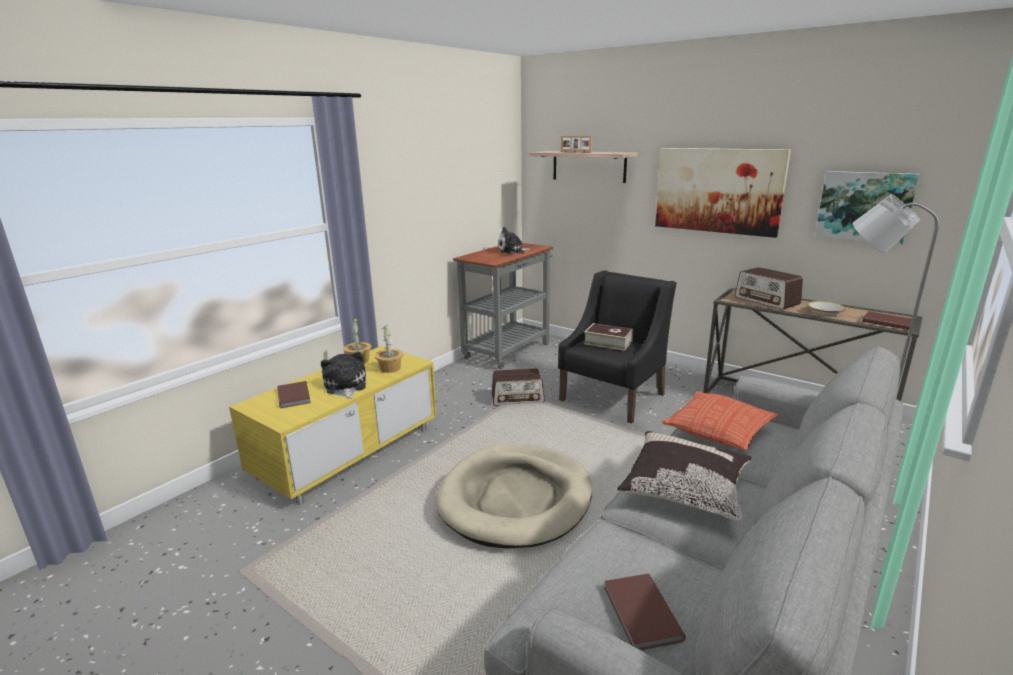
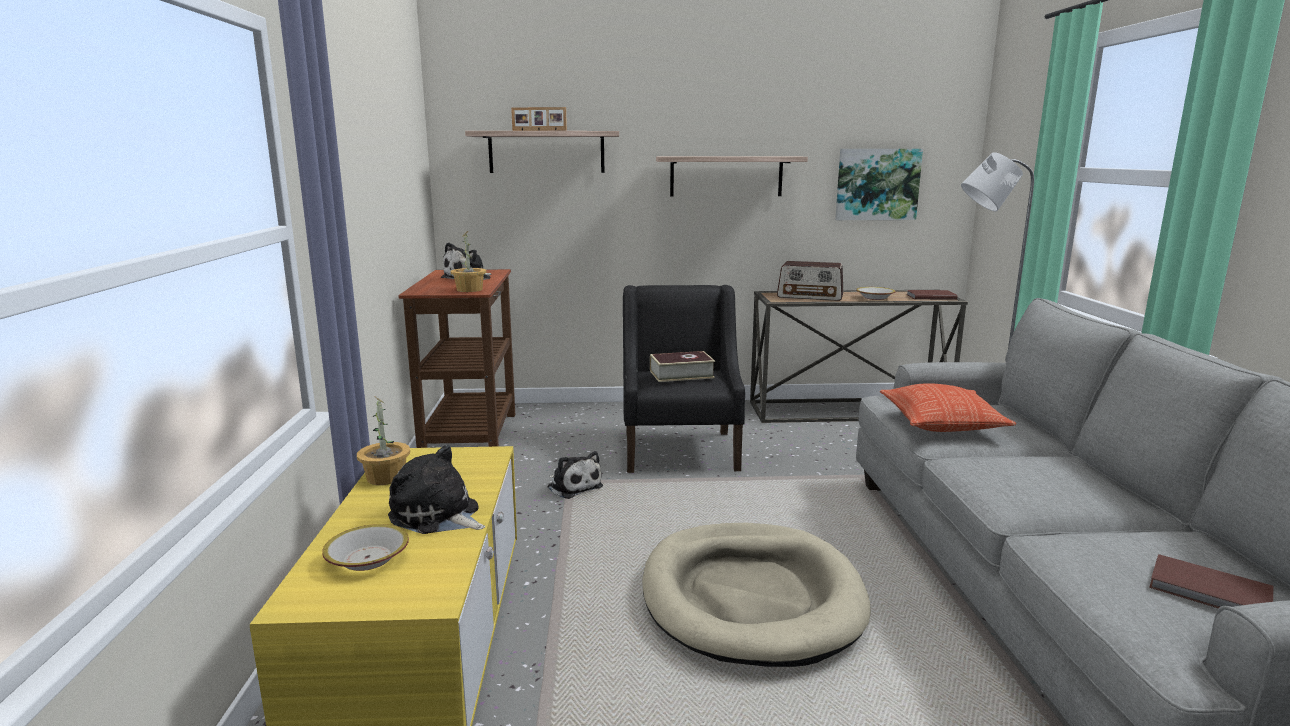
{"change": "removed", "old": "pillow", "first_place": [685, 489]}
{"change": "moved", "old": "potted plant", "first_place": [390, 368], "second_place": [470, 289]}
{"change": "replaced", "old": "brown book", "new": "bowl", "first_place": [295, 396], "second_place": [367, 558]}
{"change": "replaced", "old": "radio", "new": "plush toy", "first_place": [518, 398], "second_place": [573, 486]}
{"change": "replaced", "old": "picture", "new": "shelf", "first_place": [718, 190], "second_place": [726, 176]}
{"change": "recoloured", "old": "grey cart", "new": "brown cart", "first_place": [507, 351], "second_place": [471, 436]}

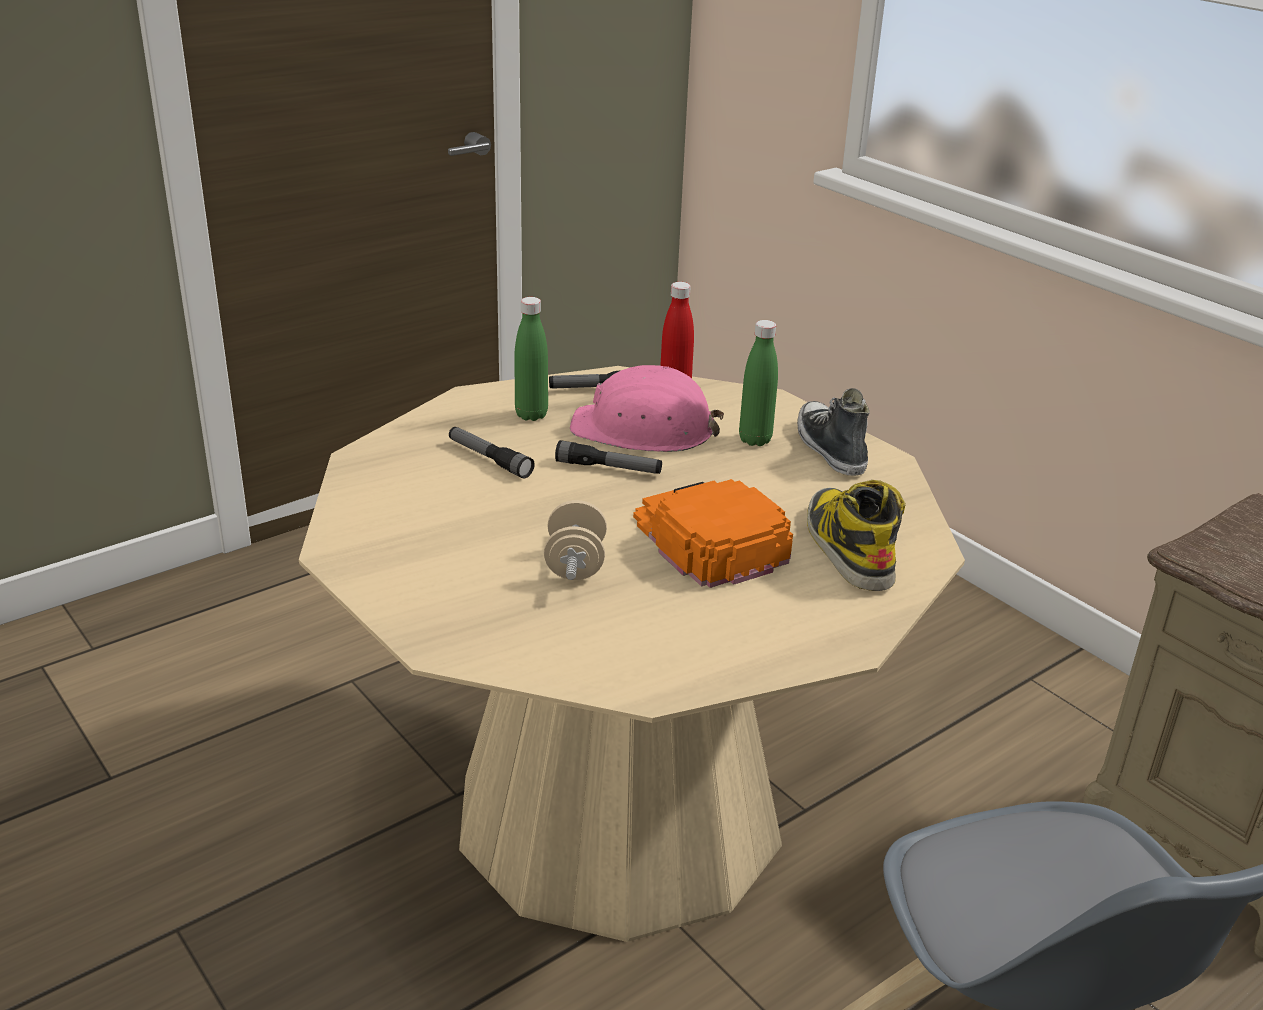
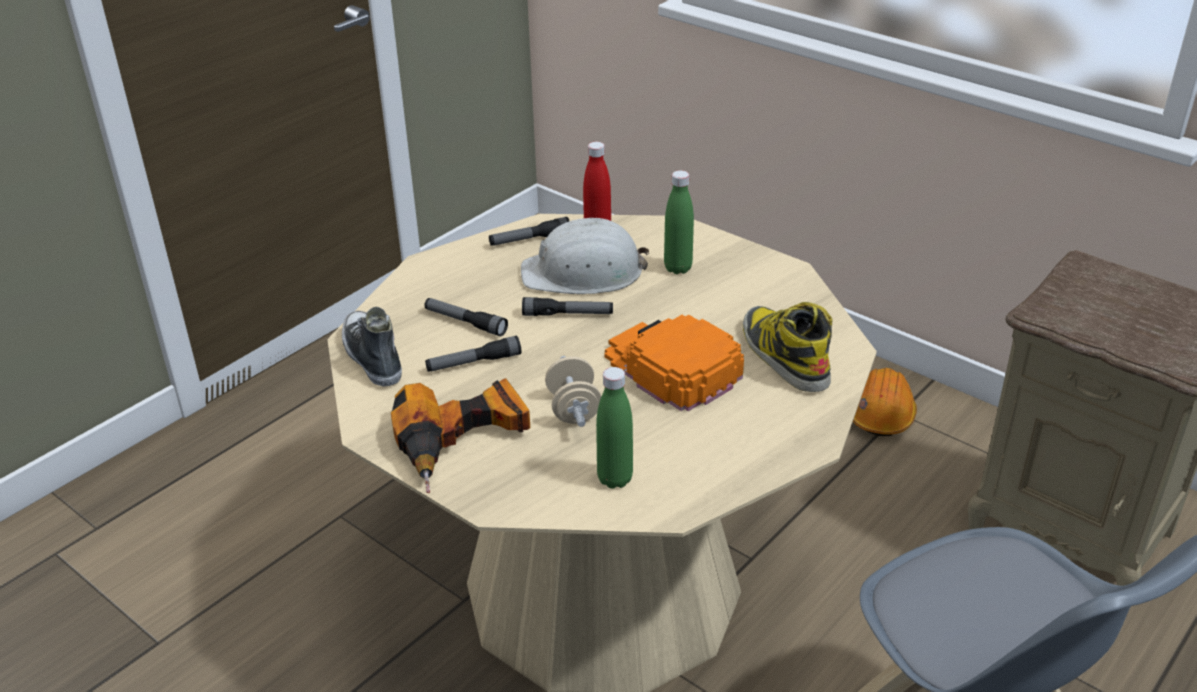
{"change": "added", "new": "power drill", "second_place": [464, 443]}
{"change": "added", "new": "flashlight", "second_place": [473, 363]}
{"change": "added", "new": "orange hard hat", "second_place": [881, 414]}
{"change": "moved", "old": "green bottle", "first_place": [531, 415], "second_place": [615, 479]}
{"change": "moved", "old": "shoe", "first_place": [829, 448], "second_place": [372, 357]}
{"change": "recoloured", "old": "pink hard hat", "new": "white hard hat", "first_place": [644, 429], "second_place": [584, 273]}

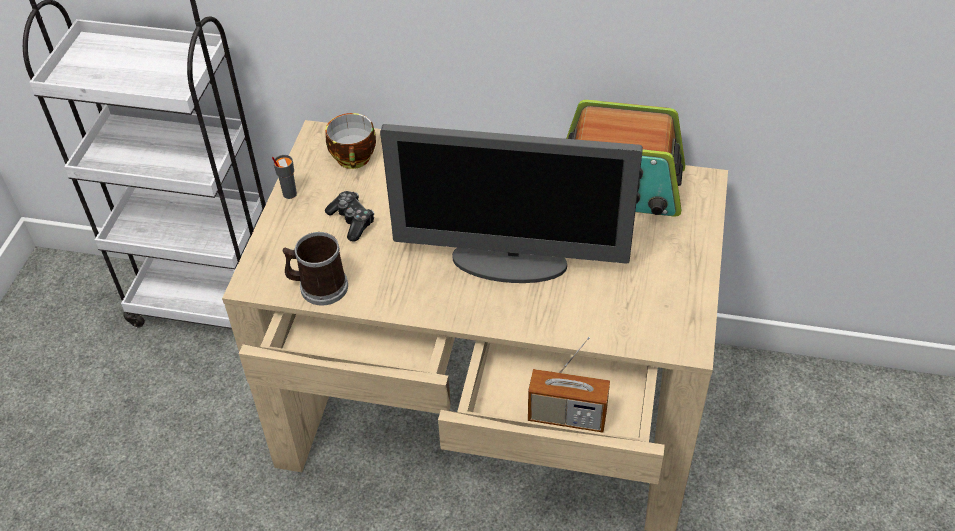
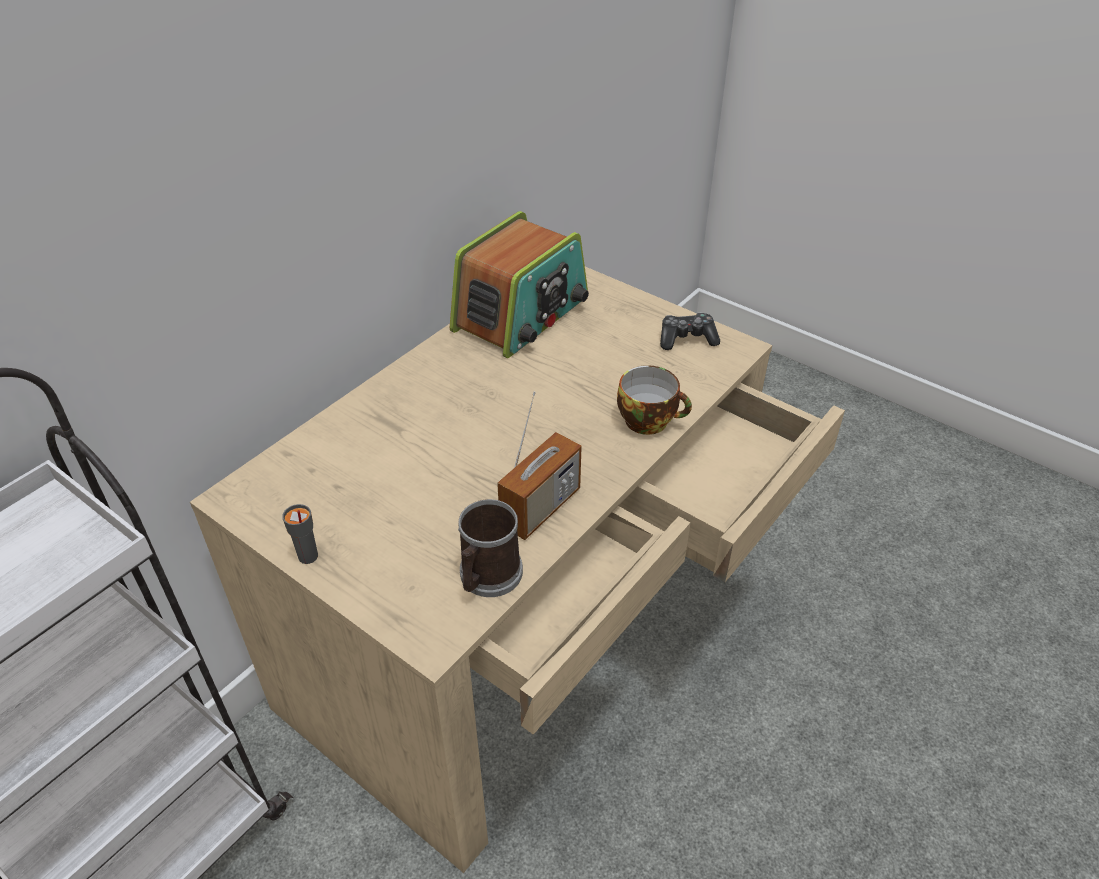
{"change": "removed", "old": "monitor", "first_place": [510, 262]}
{"change": "moved", "old": "cup", "first_place": [355, 159], "second_place": [649, 420]}
{"change": "moved", "old": "game controller", "first_place": [352, 221], "second_place": [687, 339]}
{"change": "moved", "old": "radio", "first_place": [567, 417], "second_place": [540, 508]}

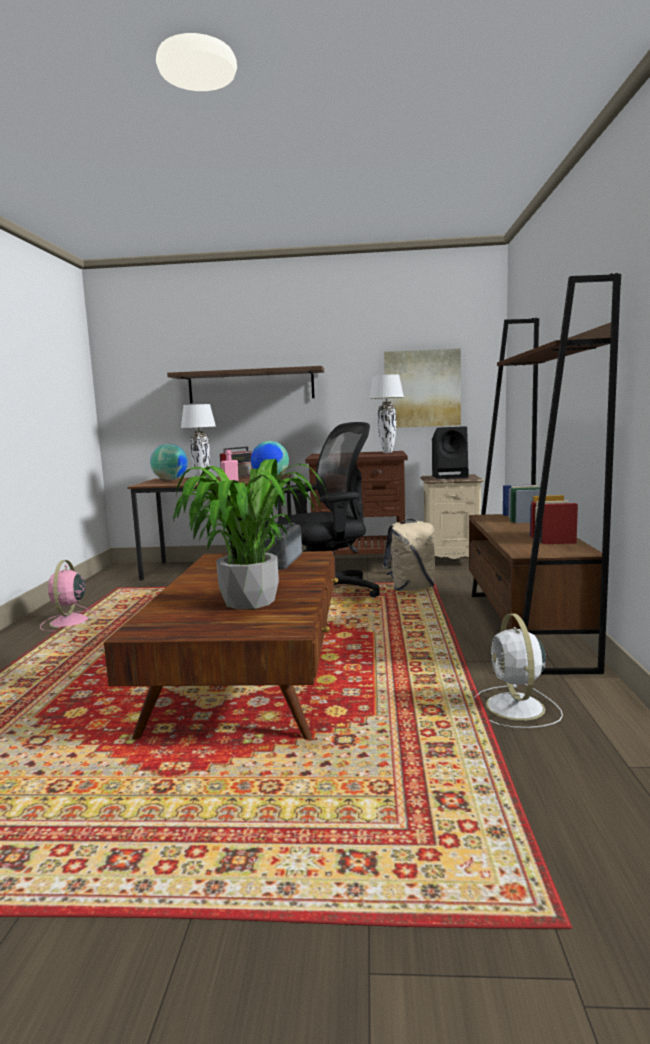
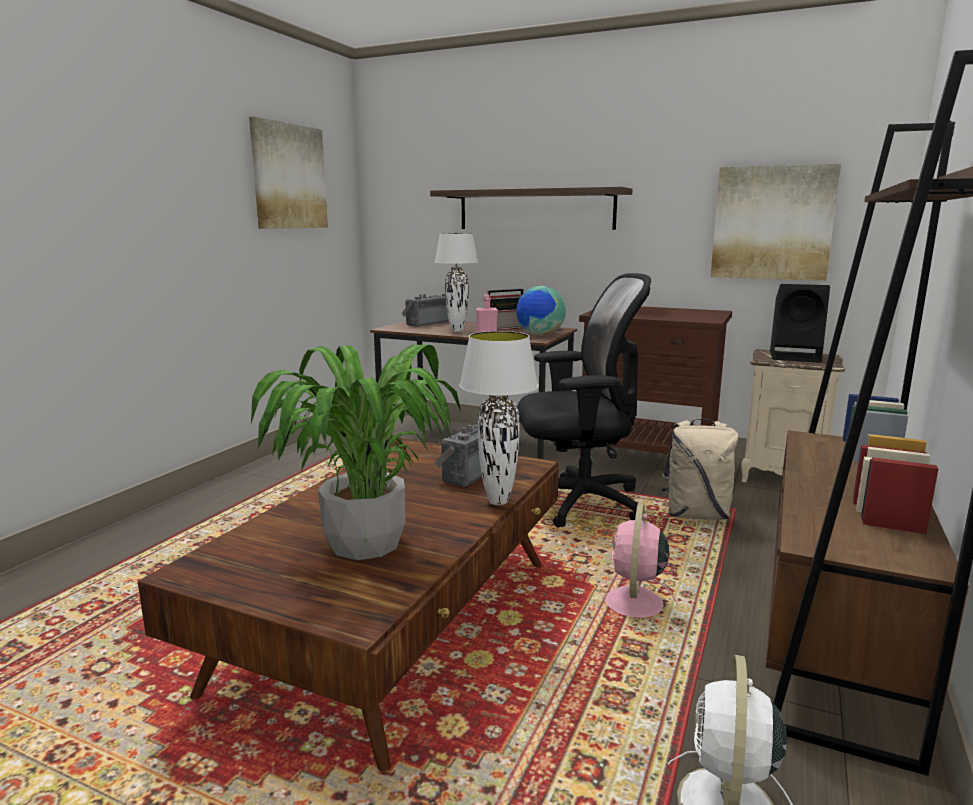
{"change": "added", "new": "picture", "second_place": [289, 176]}
{"change": "moved", "old": "pink fan", "first_place": [69, 622], "second_place": [633, 604]}
{"change": "moved", "old": "white table lamp", "first_place": [387, 452], "second_place": [497, 501]}
{"change": "replaced", "old": "globe", "new": "radio", "first_place": [170, 480], "second_place": [428, 323]}

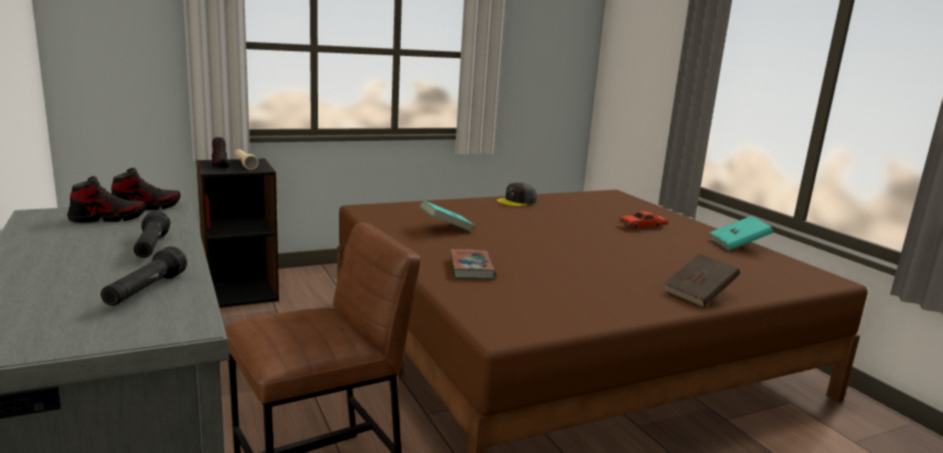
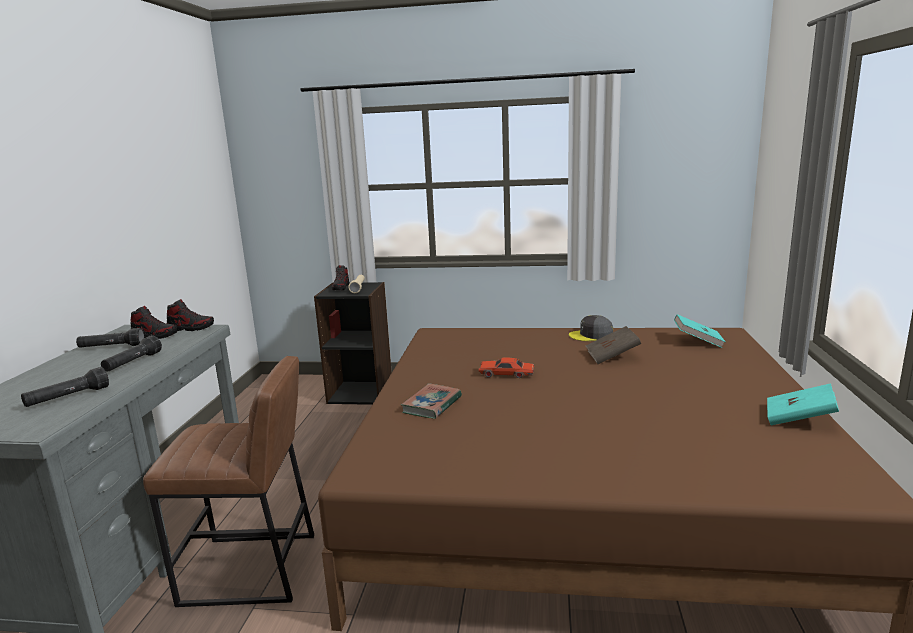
{"change": "added", "new": "black flashlight", "second_place": [112, 347]}
{"change": "moved", "old": "turquoise book", "first_place": [446, 228], "second_place": [697, 342]}
{"change": "moved", "old": "red toy car", "first_place": [642, 226], "second_place": [506, 374]}
{"change": "moved", "old": "brown book", "first_place": [699, 294], "second_place": [612, 357]}

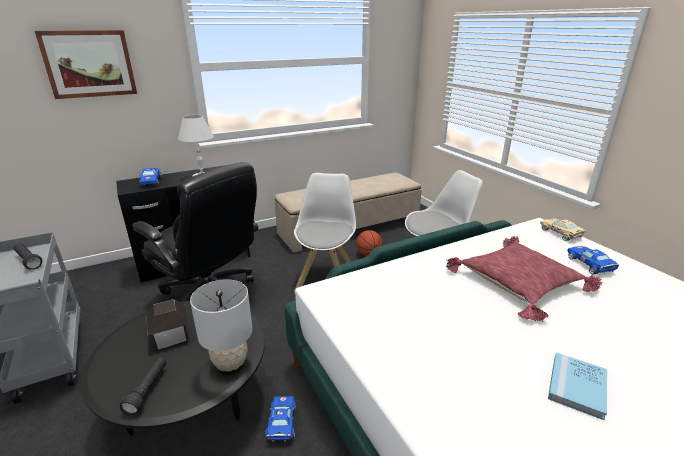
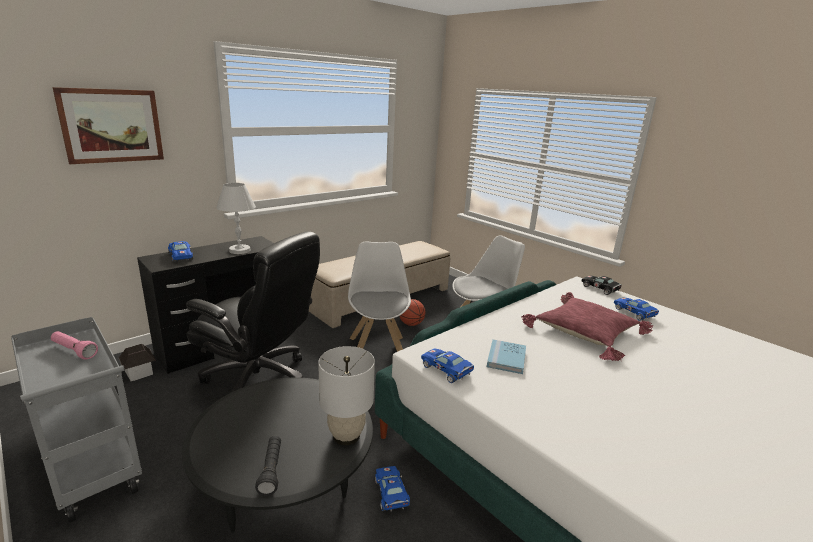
{"change": "added", "new": "blue toy car", "second_place": [447, 371]}
{"change": "moved", "old": "toy house", "first_place": [171, 336], "second_place": [139, 372]}
{"change": "moved", "old": "blue book", "first_place": [577, 386], "second_place": [506, 358]}
{"change": "recoloured", "old": "black flashlight", "new": "pink flashlight", "first_place": [28, 261], "second_place": [74, 351]}
{"change": "recoloured", "old": "beige toy car", "new": "black toy car", "first_place": [561, 234], "second_place": [601, 289]}

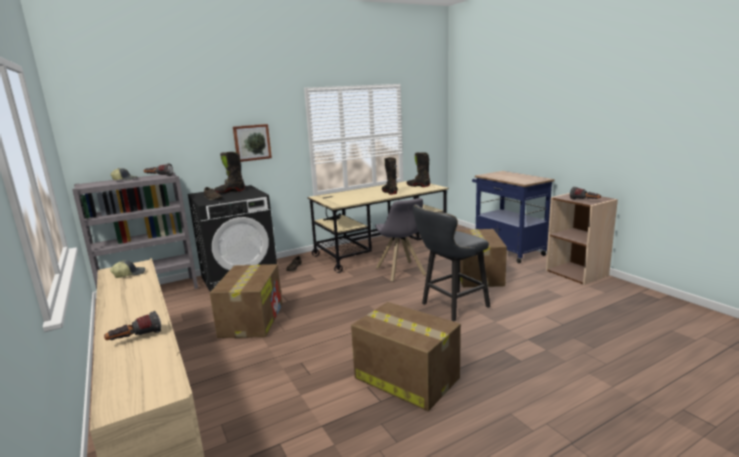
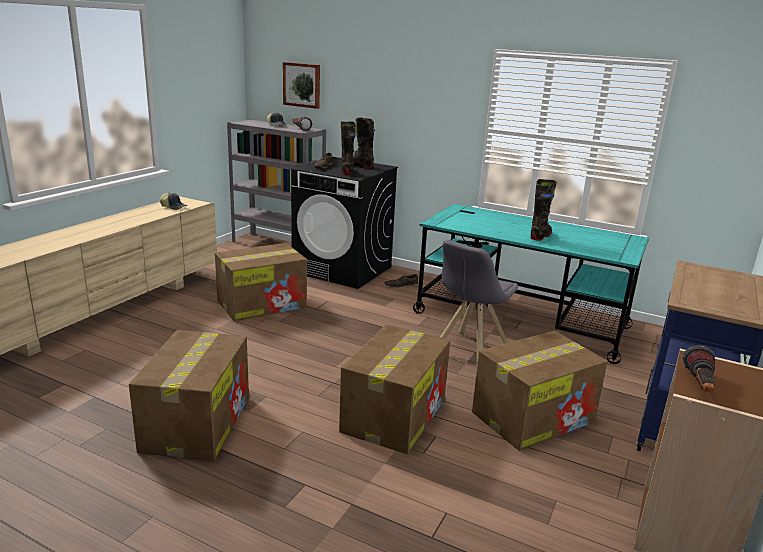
{"change": "removed", "old": "flashlight", "first_place": [135, 339]}
{"change": "moved", "old": "picture", "first_place": [252, 142], "second_place": [302, 85]}
{"change": "moved", "old": "black boot", "first_place": [418, 186], "second_place": [347, 171]}
{"change": "replaced", "old": "grey stool", "new": "cardboard box", "first_place": [449, 307], "second_place": [394, 414]}
{"change": "recoloured", "old": "beige desk", "new": "turquoise desk", "first_place": [381, 250], "second_place": [520, 320]}

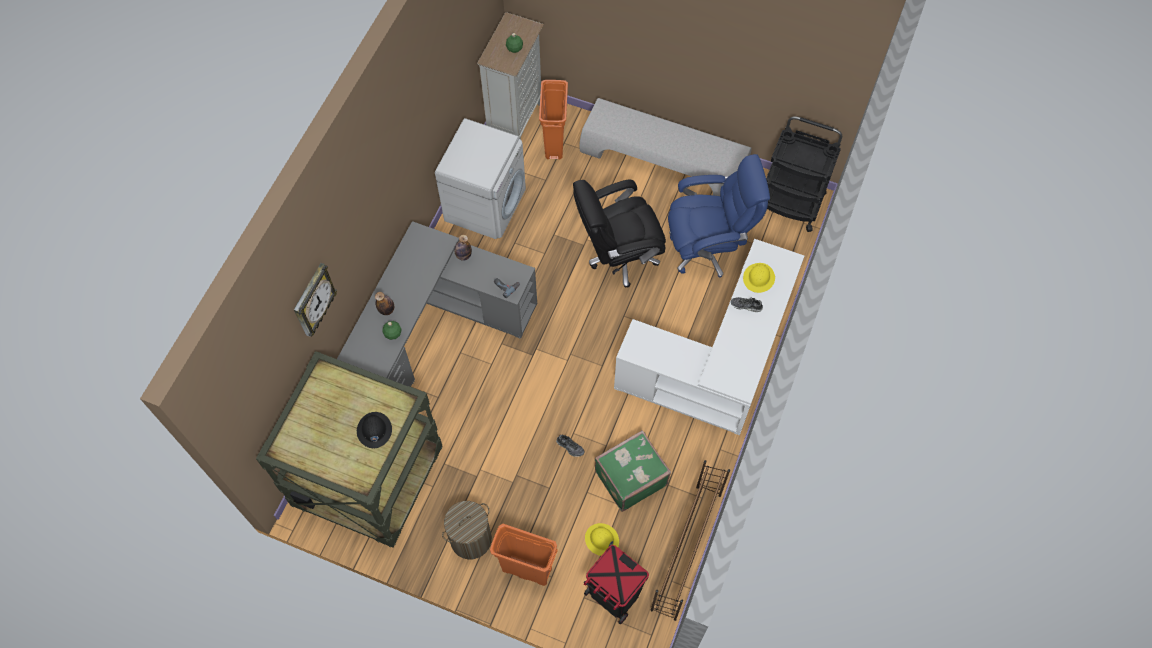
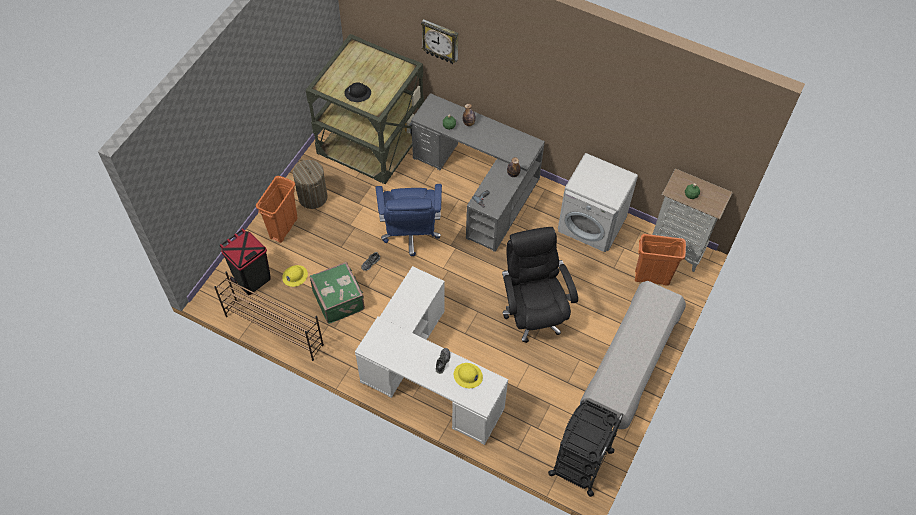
{"change": "moved", "old": "blue office chair", "first_place": [707, 249], "second_place": [411, 236]}

